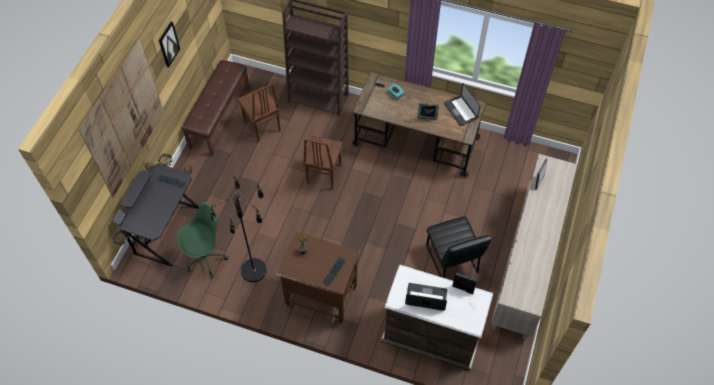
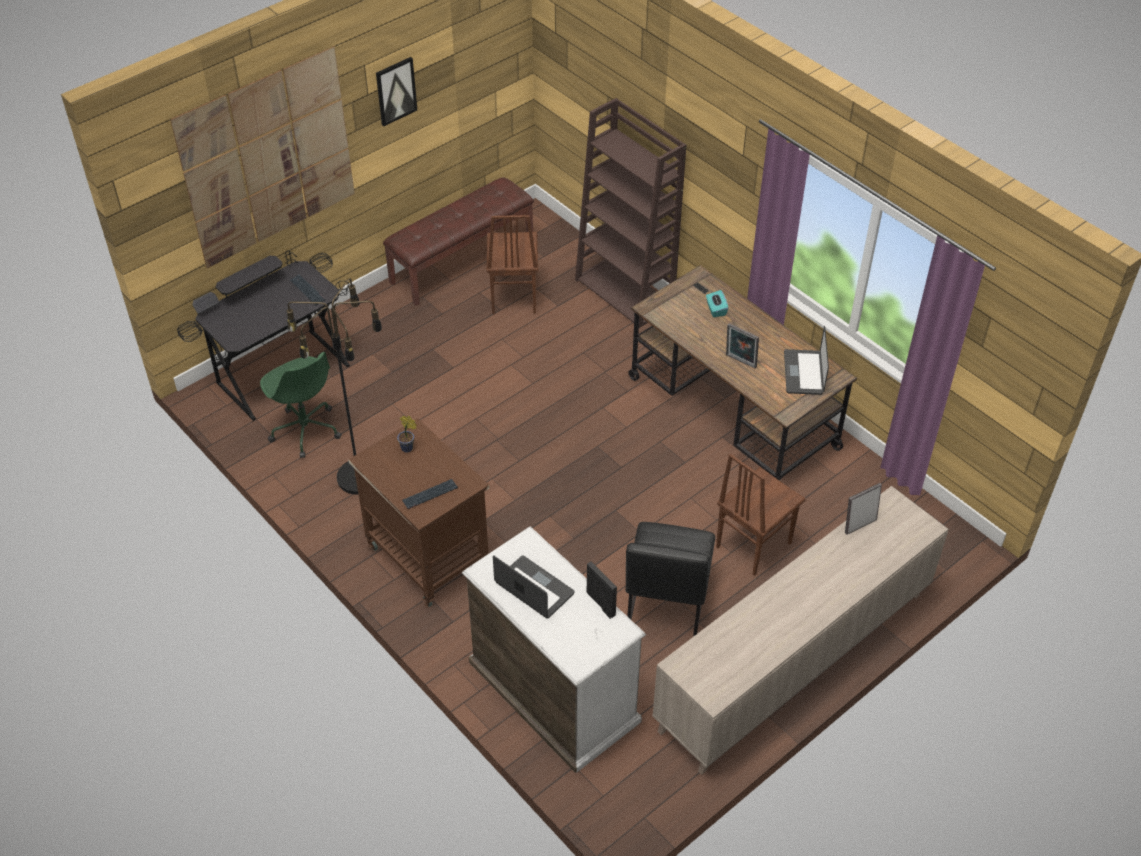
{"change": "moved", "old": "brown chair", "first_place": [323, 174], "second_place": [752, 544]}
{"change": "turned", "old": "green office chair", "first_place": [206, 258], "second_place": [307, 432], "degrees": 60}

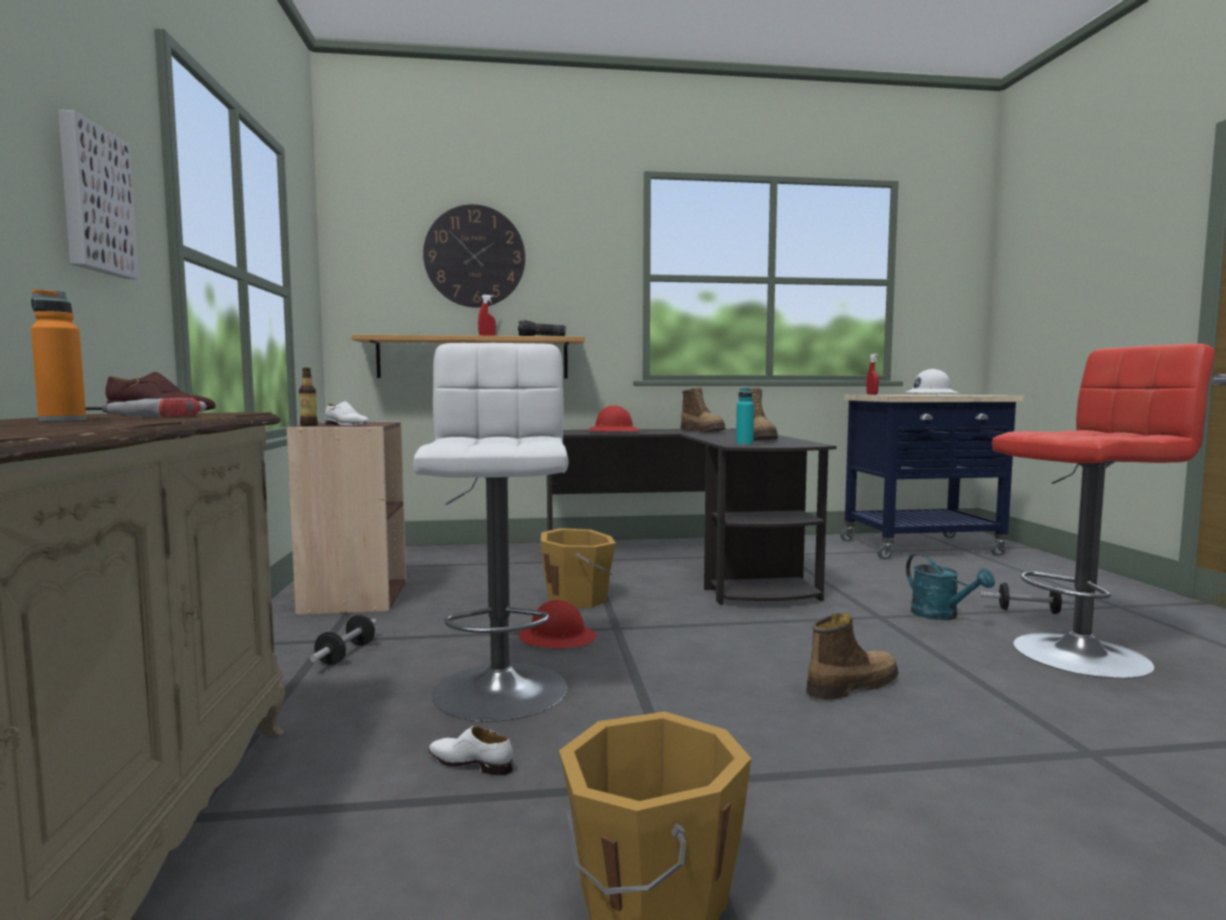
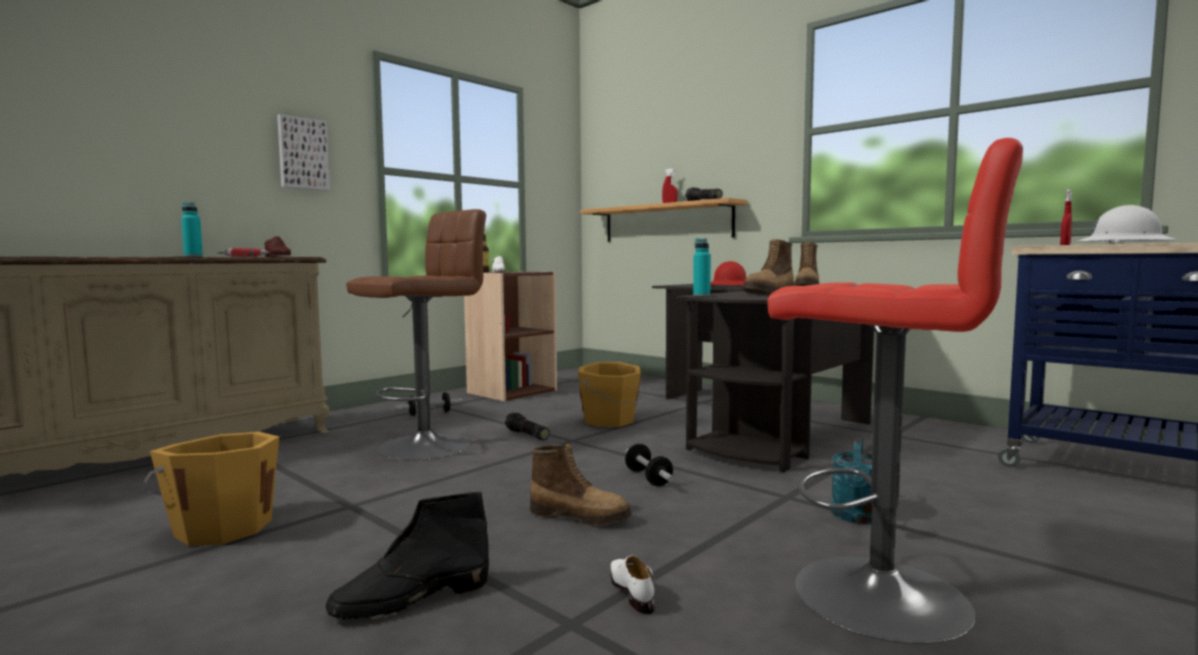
{"change": "removed", "old": "wall clock", "first_place": [474, 256]}
{"change": "added", "new": "black boot", "second_place": [410, 599]}
{"change": "moved", "old": "white shoe", "first_place": [470, 763], "second_place": [632, 590]}
{"change": "moved", "old": "dumbbell", "first_place": [1028, 611], "second_place": [648, 478]}
{"change": "replaced", "old": "red hard hat", "new": "flashlight", "first_place": [557, 638], "second_place": [526, 435]}
{"change": "recoloured", "old": "orange bottle", "new": "turquoise bottle", "first_place": [62, 420], "second_place": [193, 256]}
{"change": "recoloured", "old": "white stool", "new": "brown stool", "first_place": [502, 690], "second_place": [426, 447]}

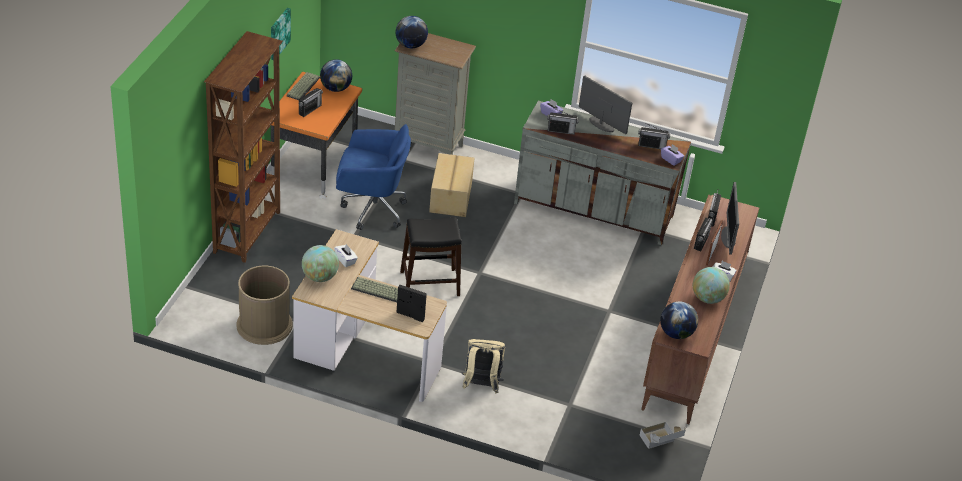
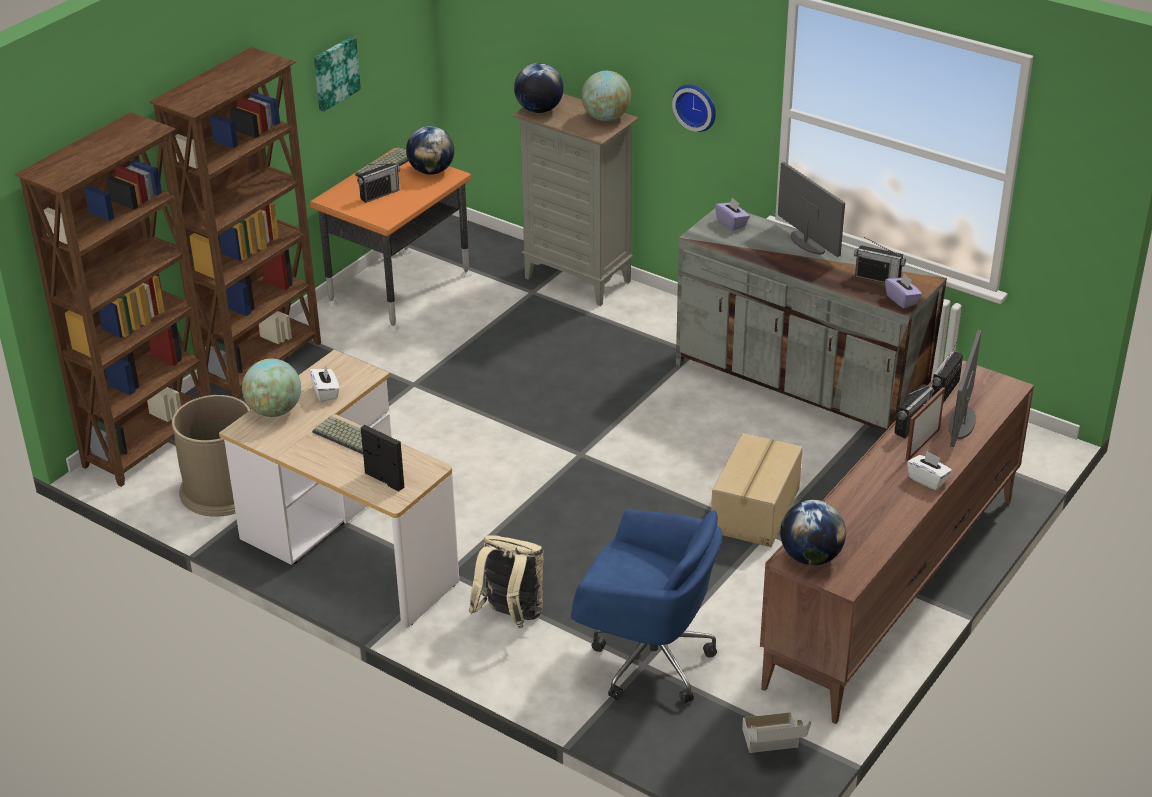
{"change": "removed", "old": "black stool", "first_place": [429, 283]}
{"change": "removed", "old": "radio", "first_place": [561, 131]}
{"change": "added", "new": "brown bookcase", "second_place": [151, 443]}
{"change": "added", "new": "wall clock", "second_place": [696, 106]}
{"change": "moved", "old": "blue office chair", "first_place": [371, 210], "second_place": [646, 662]}
{"change": "moved", "old": "cardboard box", "first_place": [451, 197], "second_place": [756, 510]}
{"change": "moved", "old": "globe", "first_place": [707, 298], "second_place": [606, 118]}

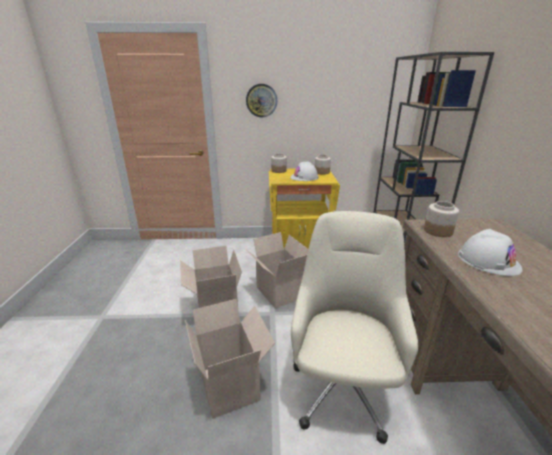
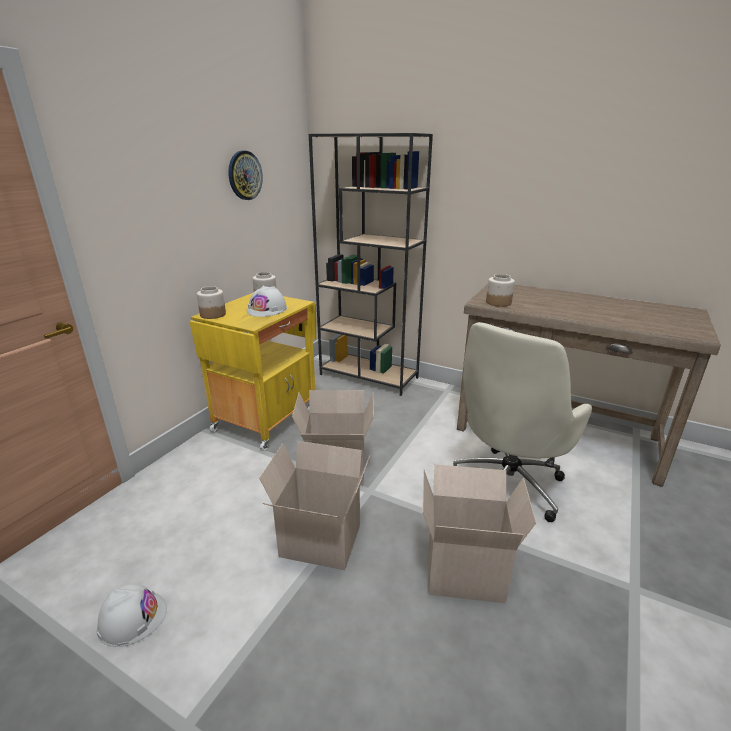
{"change": "moved", "old": "wall clock", "first_place": [261, 100], "second_place": [244, 175]}
{"change": "moved", "old": "white hard hat", "first_place": [488, 260], "second_place": [132, 618]}
{"change": "turned", "old": "beige office chair", "first_place": [341, 388], "second_place": [507, 487], "degrees": -90}

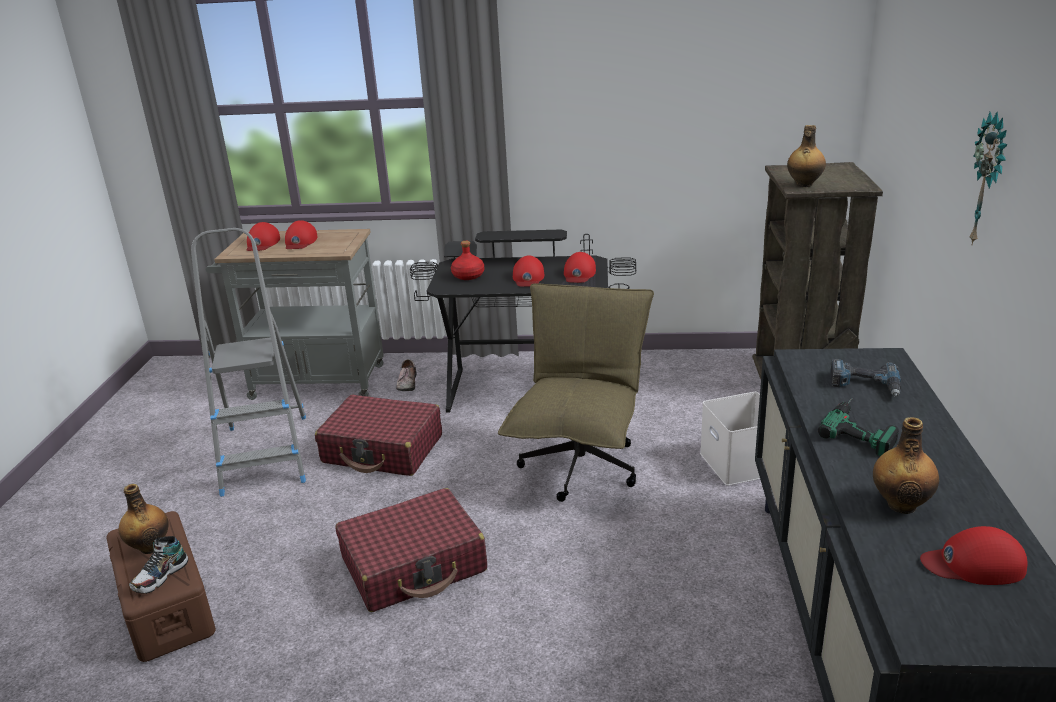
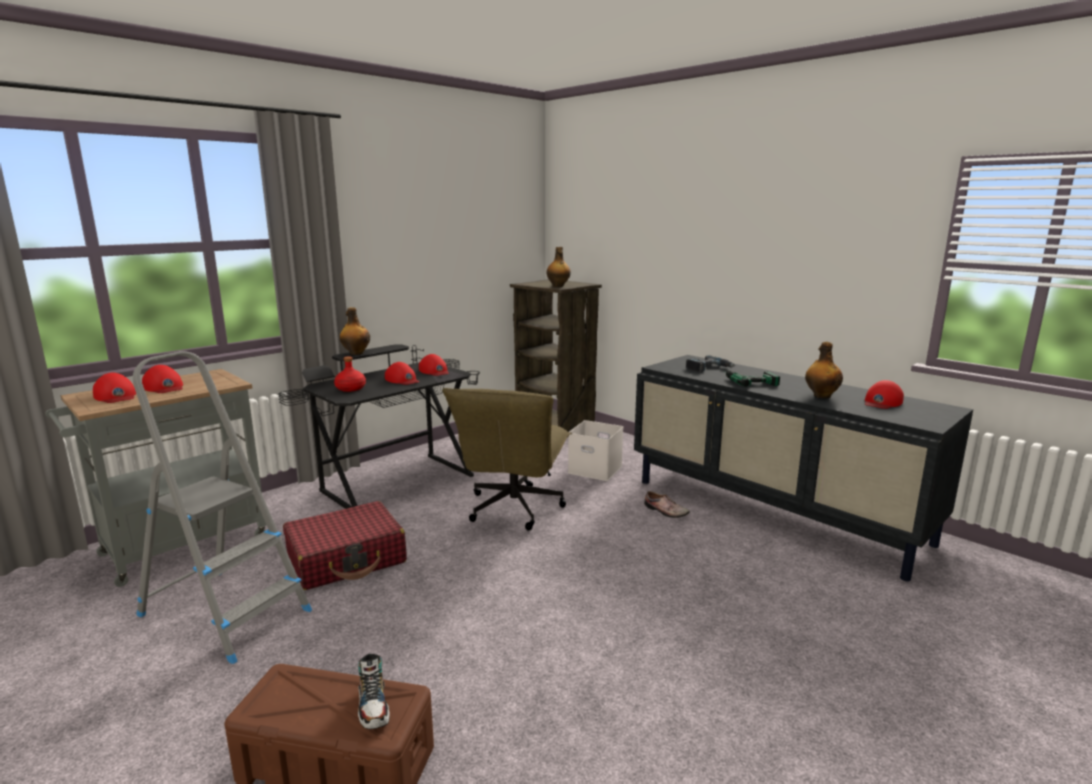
{"change": "removed", "old": "red suitcase", "first_place": [414, 565]}
{"change": "removed", "old": "wall clock", "first_place": [990, 180]}
{"change": "moved", "old": "bottle", "first_place": [150, 547], "second_place": [356, 353]}
{"change": "moved", "old": "shoe", "first_place": [406, 383], "second_place": [665, 511]}
{"change": "turned", "old": "beige office chair", "first_place": [579, 467], "second_place": [515, 507], "degrees": -135}

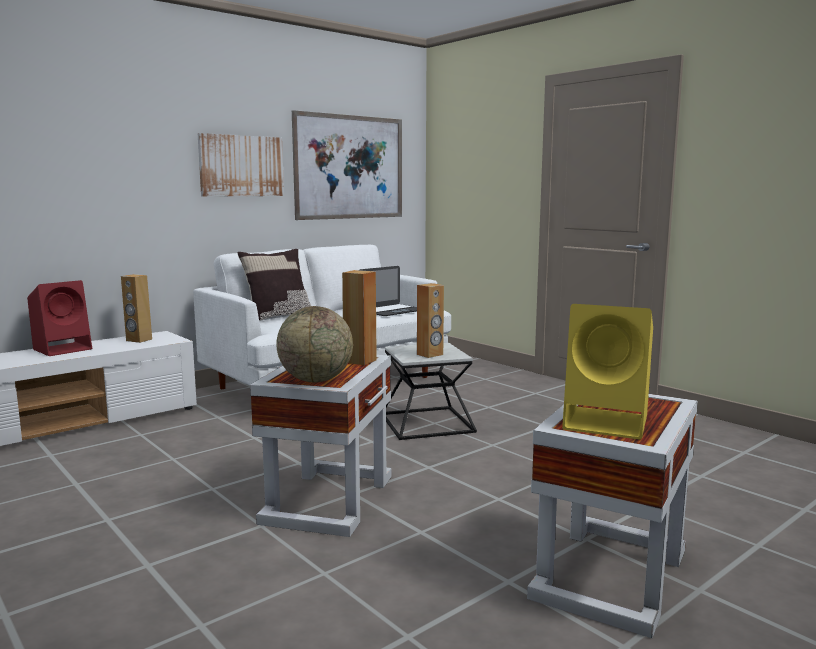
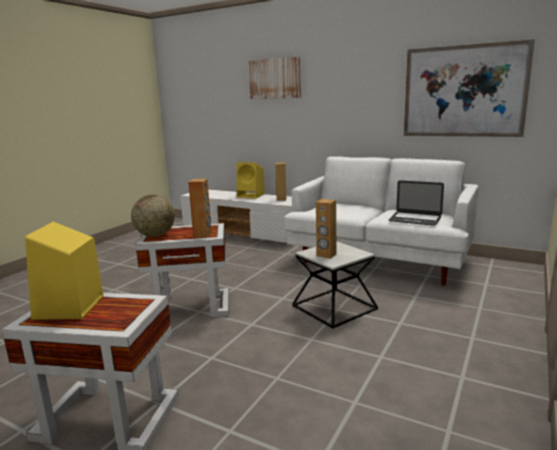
{"change": "removed", "old": "pillow", "first_place": [277, 317]}
{"change": "moved", "old": "picture", "first_place": [241, 166], "second_place": [275, 78]}
{"change": "recoloured", "old": "red speaker", "new": "yellow speaker", "first_place": [64, 349], "second_place": [251, 196]}

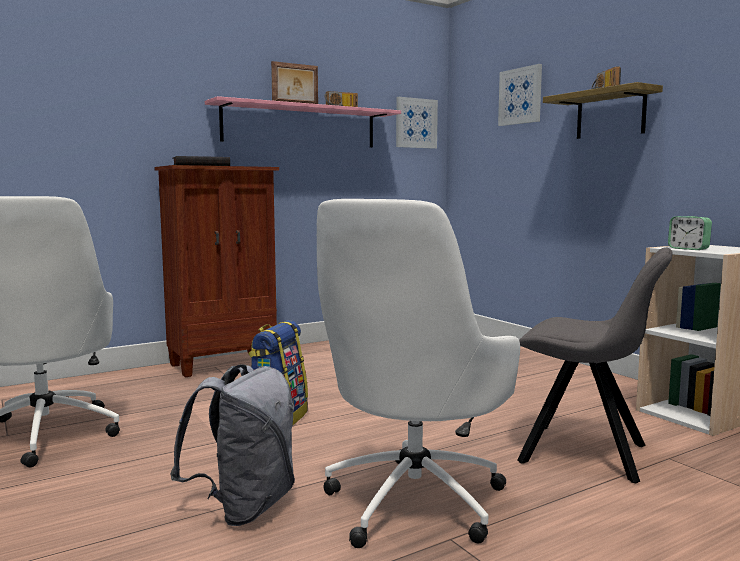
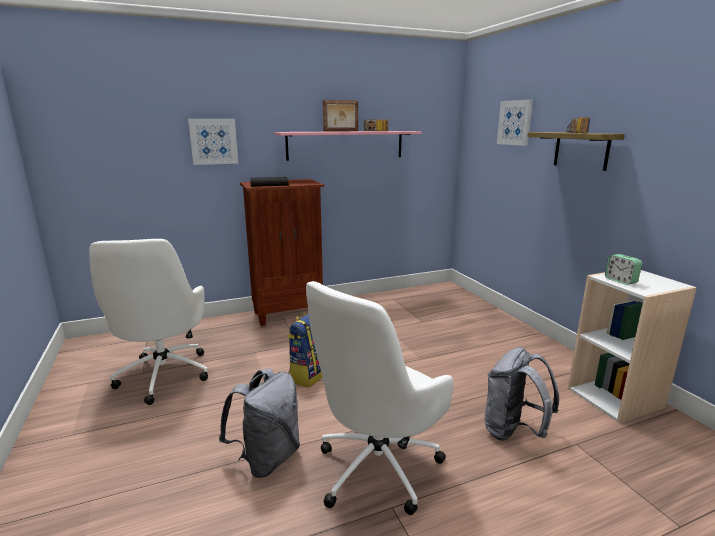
{"change": "moved", "old": "picture", "first_place": [416, 123], "second_place": [213, 141]}
{"change": "replaced", "old": "grey chair", "new": "grey backpack", "first_place": [584, 453], "second_place": [513, 432]}

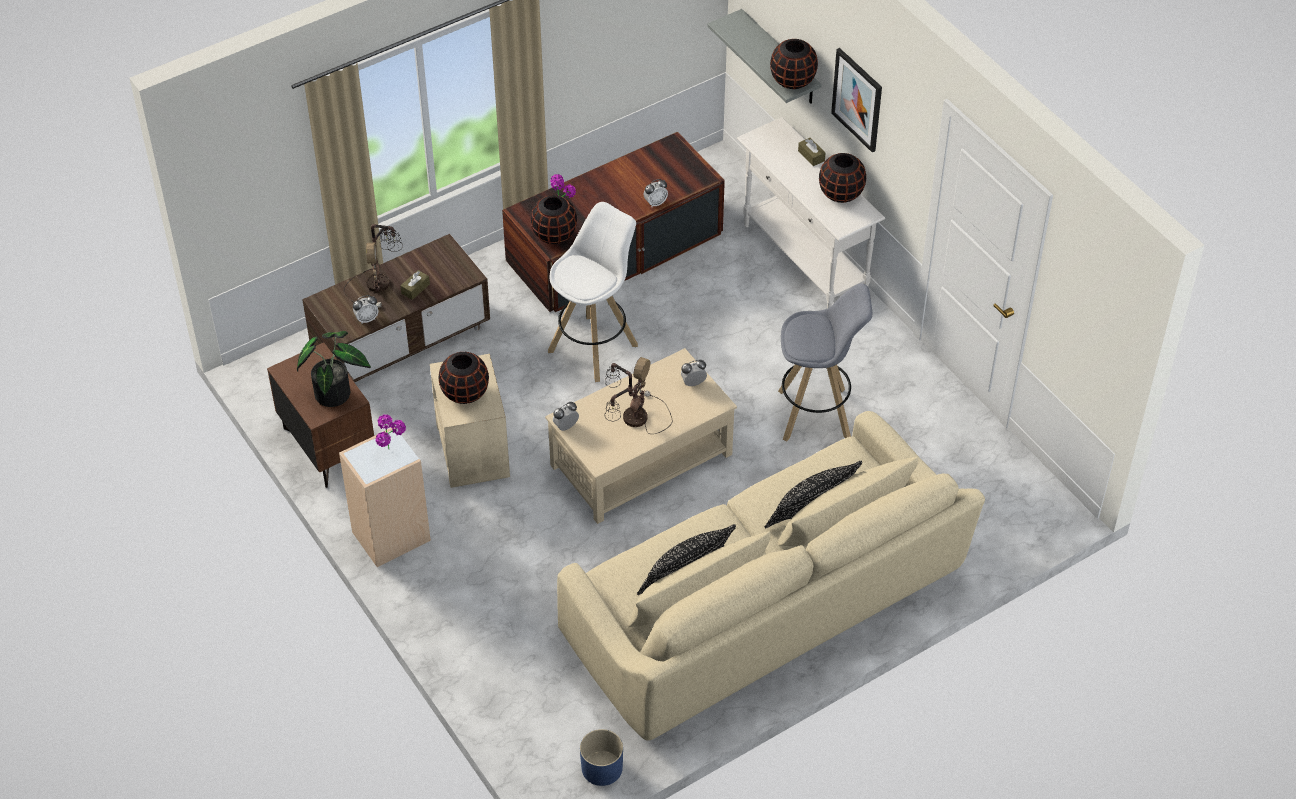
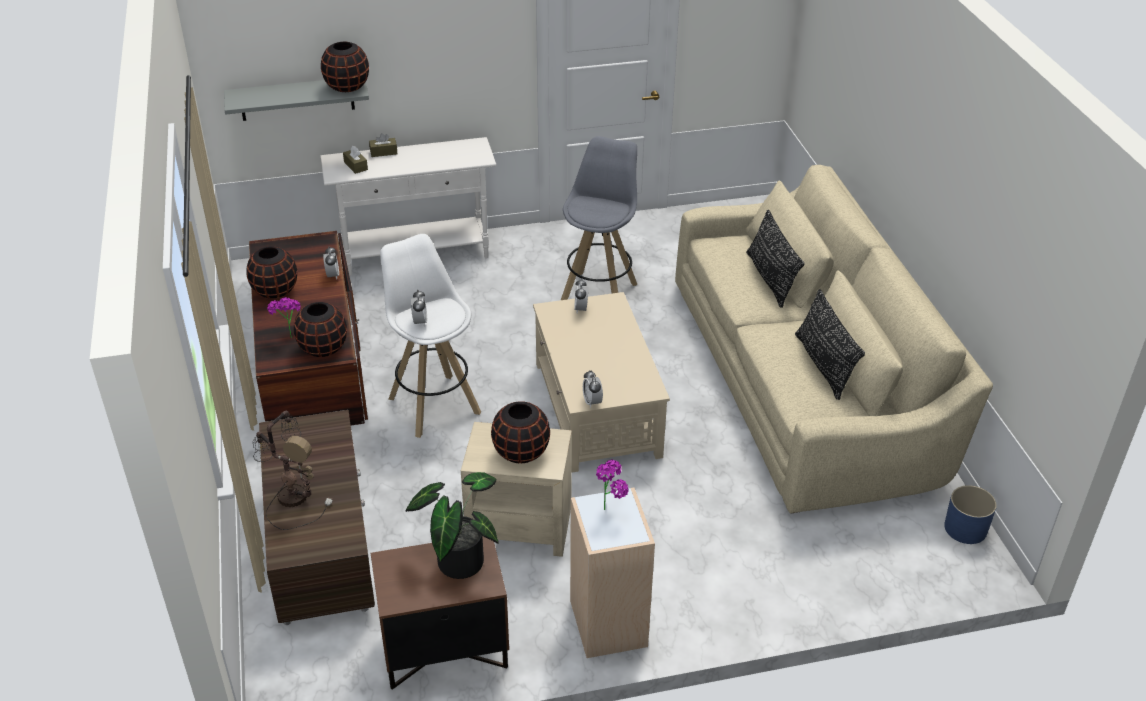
{"change": "removed", "old": "table lamp", "first_place": [633, 418]}
{"change": "removed", "old": "picture", "first_place": [857, 99]}
{"change": "moved", "old": "alarm clock", "first_place": [366, 319], "second_place": [420, 322]}
{"change": "moved", "old": "brown tissue box", "first_place": [415, 289], "second_place": [355, 166]}
{"change": "moved", "old": "black vase", "first_place": [840, 193], "second_place": [275, 291]}

